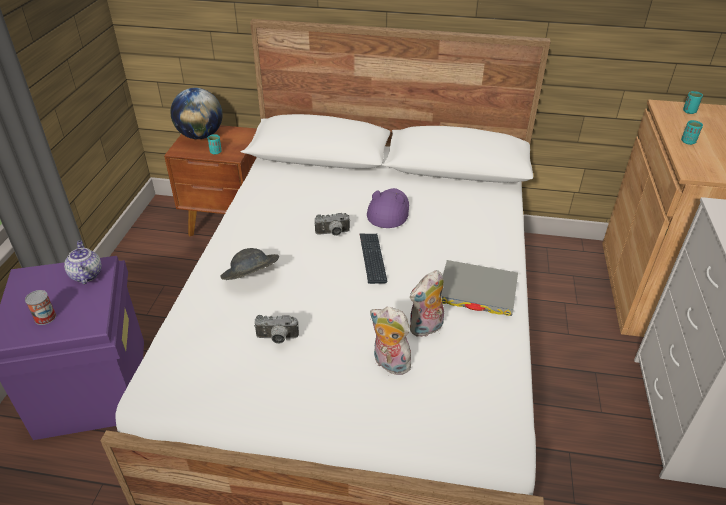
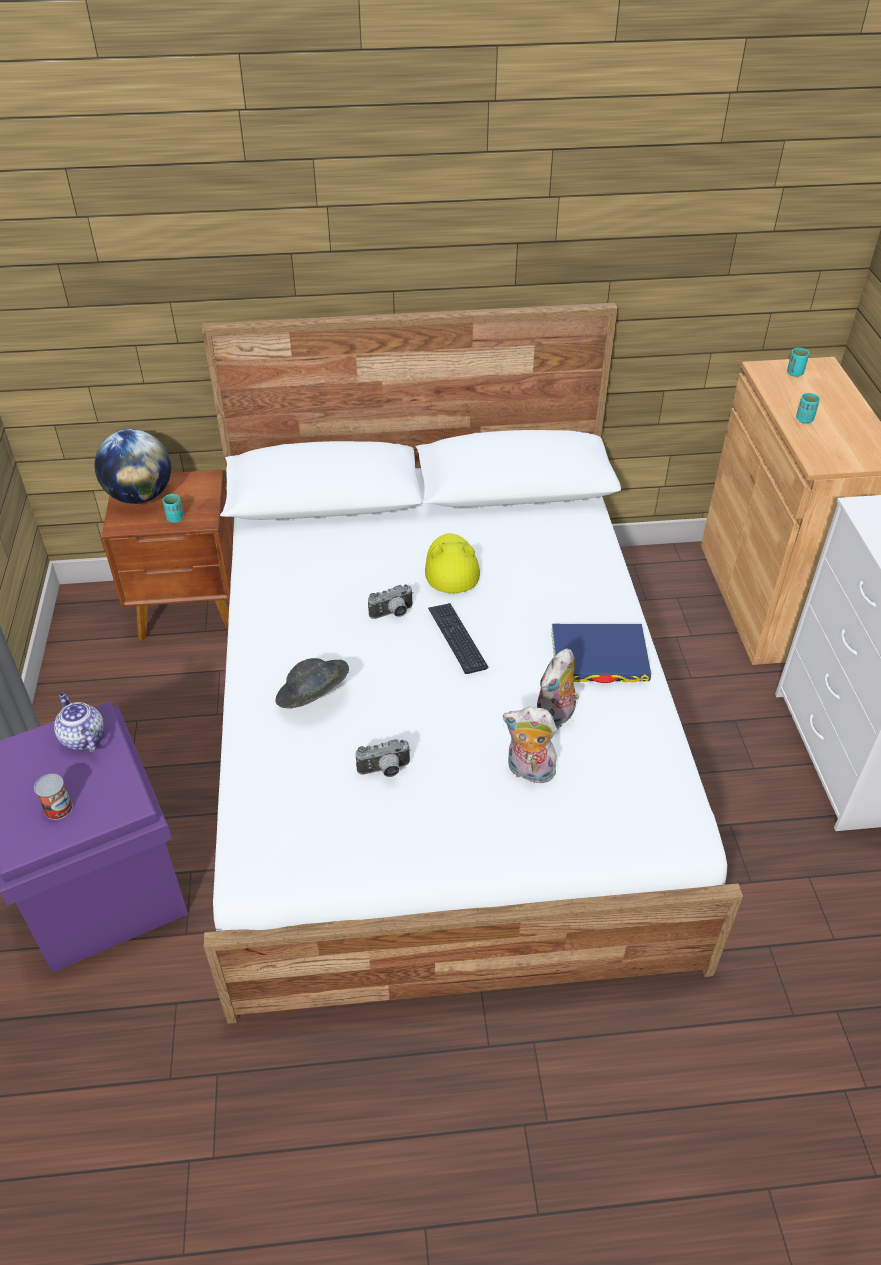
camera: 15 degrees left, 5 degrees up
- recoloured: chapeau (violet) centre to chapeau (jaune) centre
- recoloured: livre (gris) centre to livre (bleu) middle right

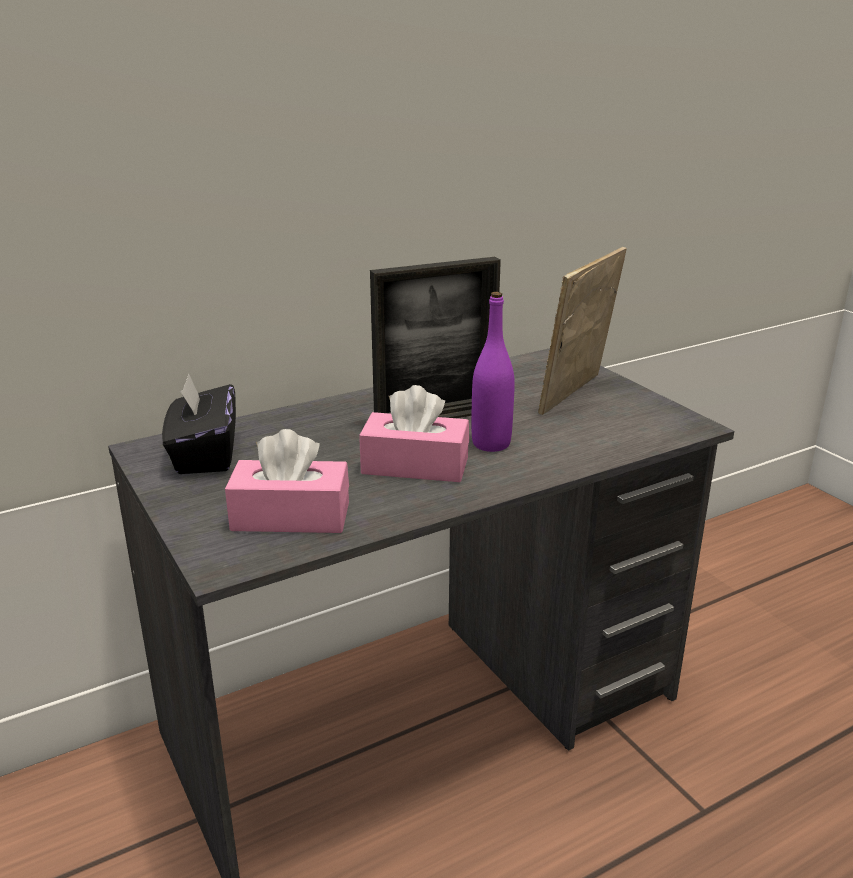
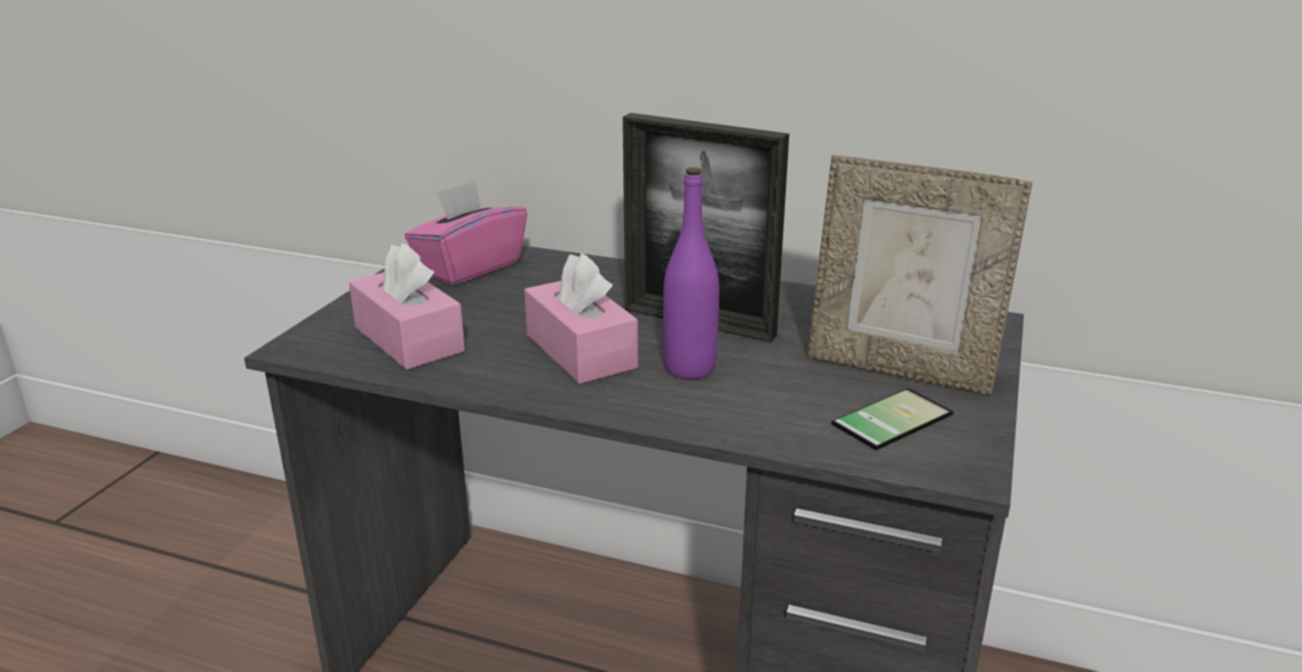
camera: 50 degrees right, 0 degrees up
- added: téléphone middle right
- recoloured: boîte à mouchoirs (noir) middle left to boîte à mouchoirs (rose) (2nd from left) centre
- turned: cadre photo (2nd from left) middle right = middle right 150 degrees counterclockwise

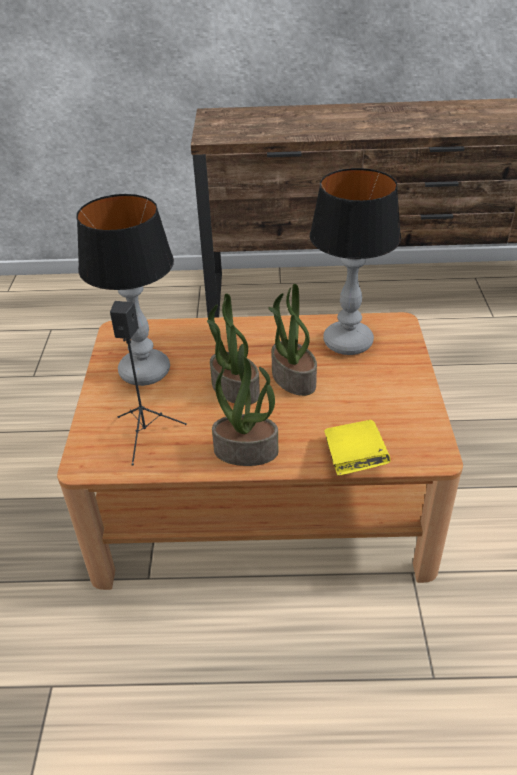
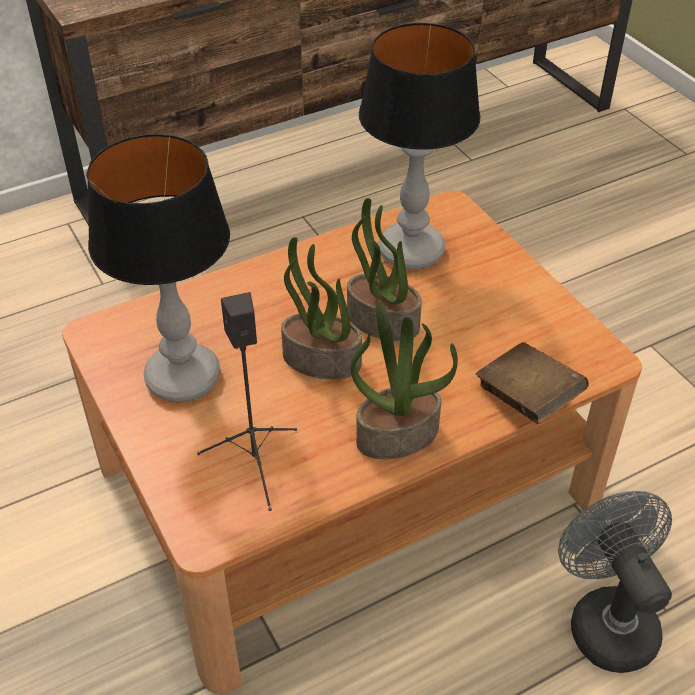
camera: 30 degrees left, 5 degrees up
- added: ventilateur (gris) bottom right
- recoloured: livre (jaune) middle right to livre (marron) middle right

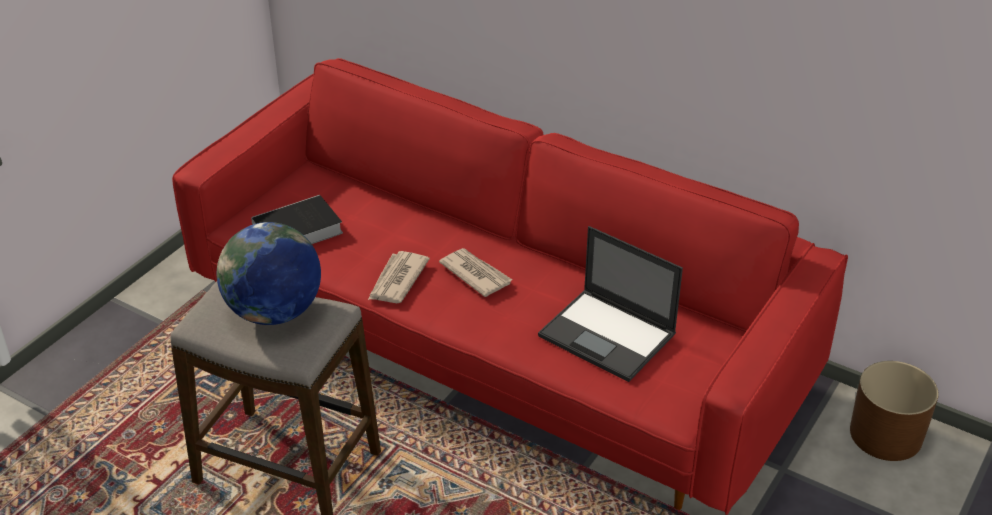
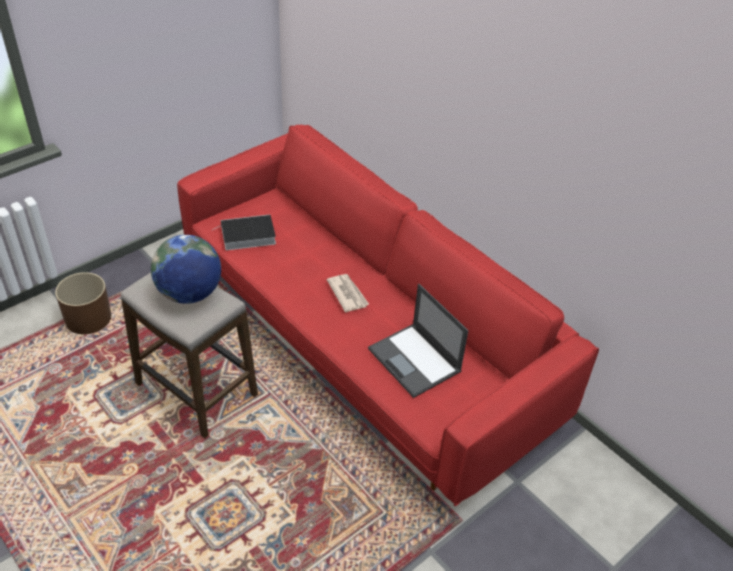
camera: 15 degrees right, 5 degrees up
- removed: journal (1st from left) centre
- moved: cache-pot (marron) bottom right to middle left

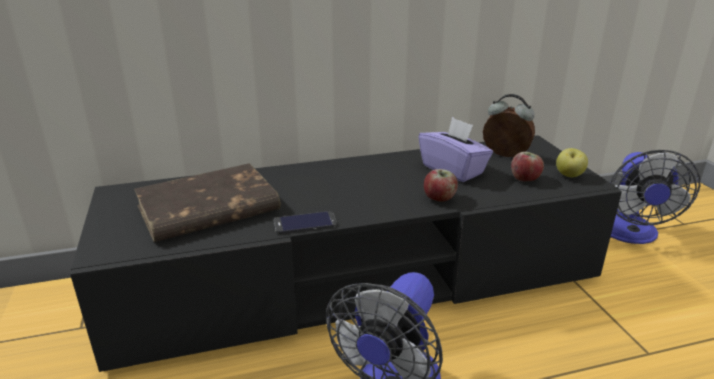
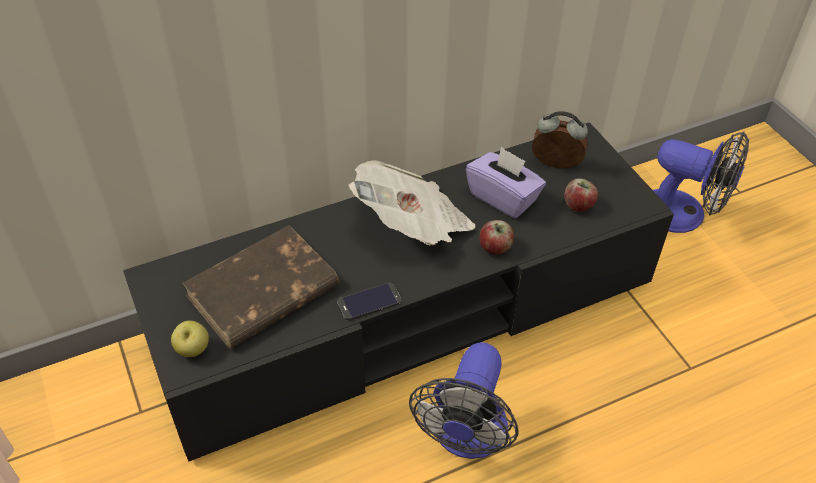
camera: 10 degrees left, 20 degrees up
- added: journal centre
- moved: pomme (3rd from left in the first image) middle right to pomme (1st from left) bottom left
- turned: ventilateur (2nd from left) middle right = middle right 60 degrees counterclockwise

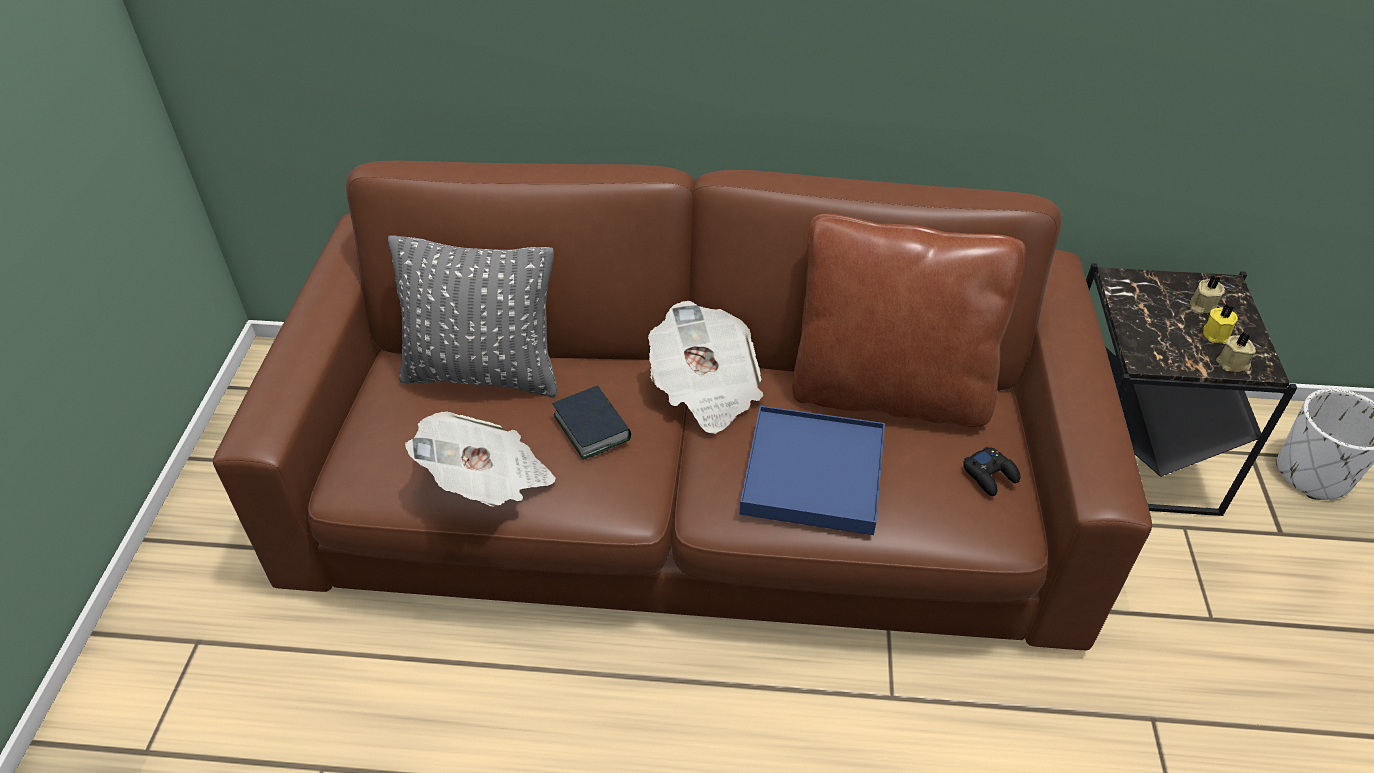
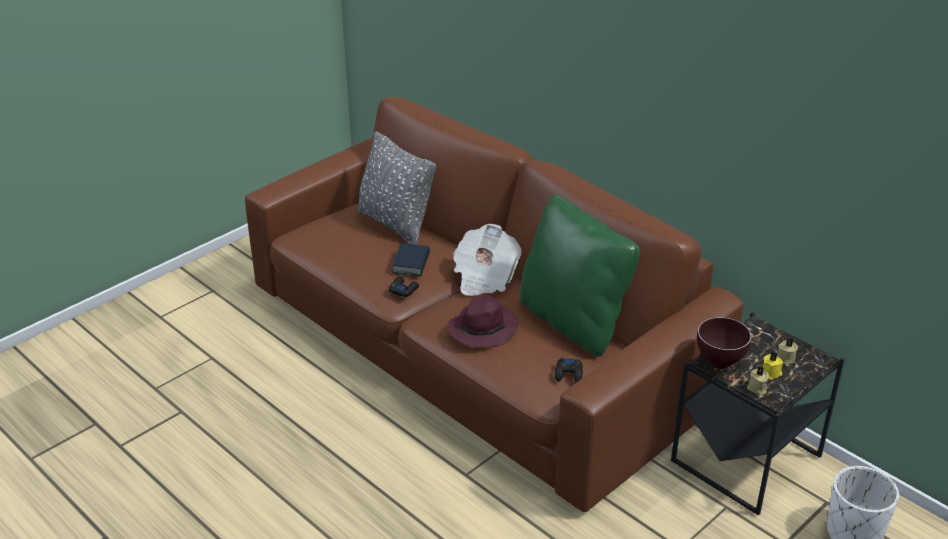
camera: 40 degrees right, 10 degrees down
- removed: journal (1st from left) centre
- added: manette (noir) (1st from left) centre
- added: bol (marron) middle right
- replaced: plateau (bleu) centre to chapeau (violet) centre
- recoloured: coussin (marron) centre to coussin (vert) centre

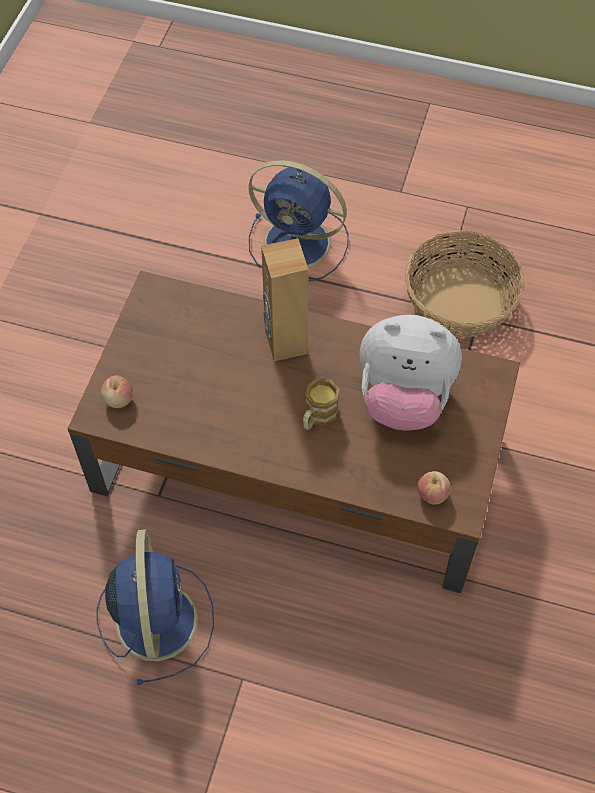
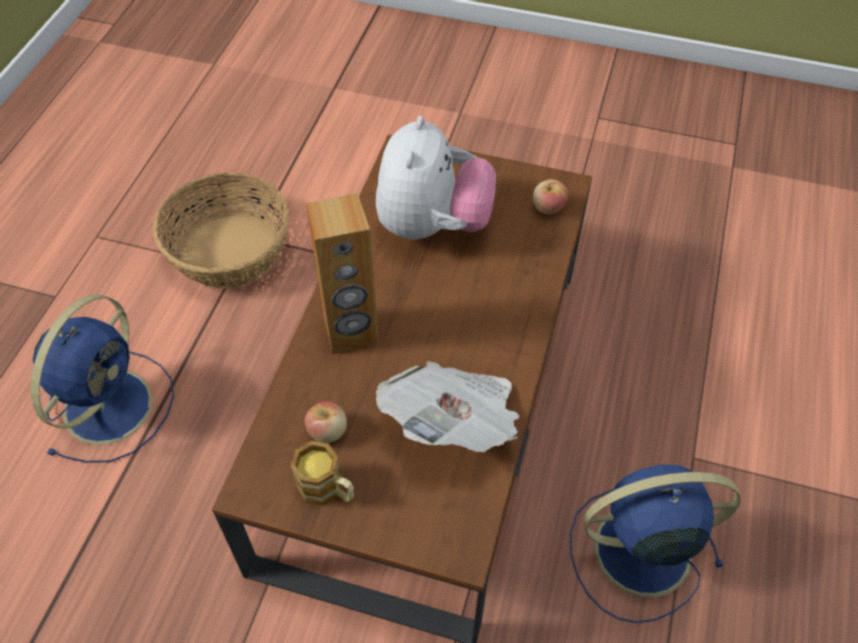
camera: 90 degrees left, 5 degrees down
- added: journal centre
- moved: pomme (1st from left) middle left to centre
- moved: mug centre to bottom centre

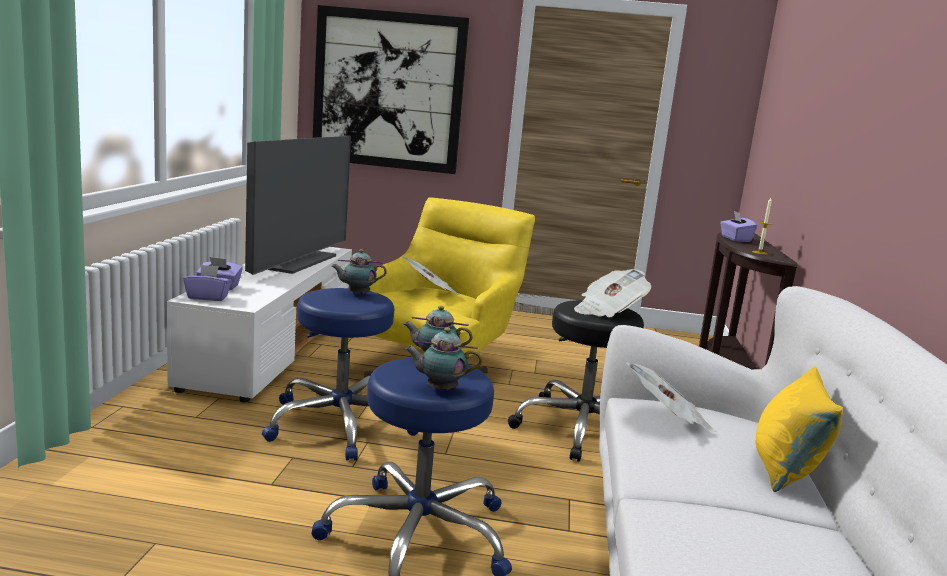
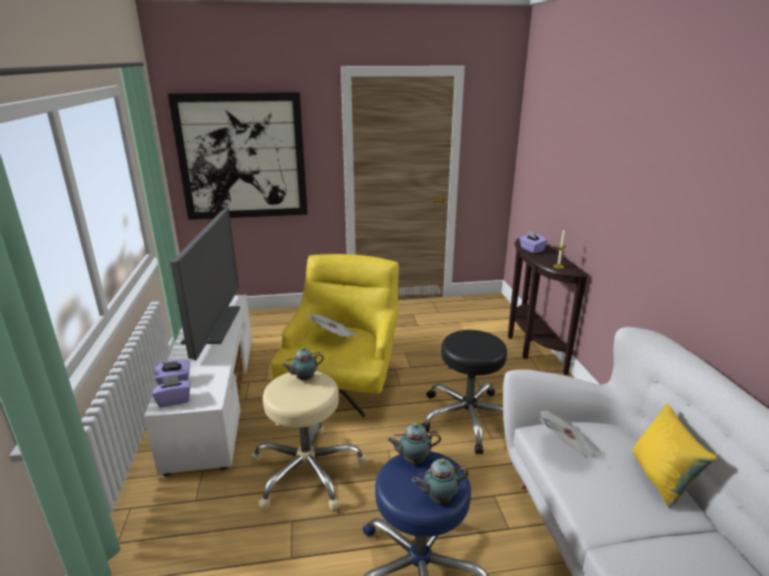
camera: 15 degrees left, 10 degrees up
- removed: journal (2nd from left) centre
- recoloured: tabouret (bleu) (1st from left) centre to tabouret (beige) bottom centre

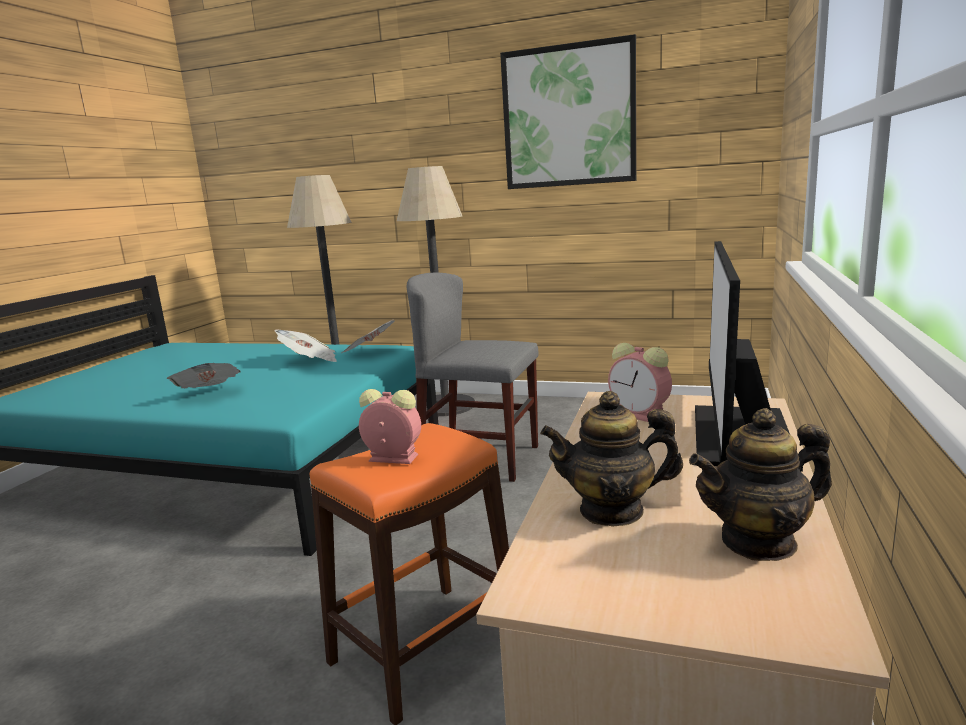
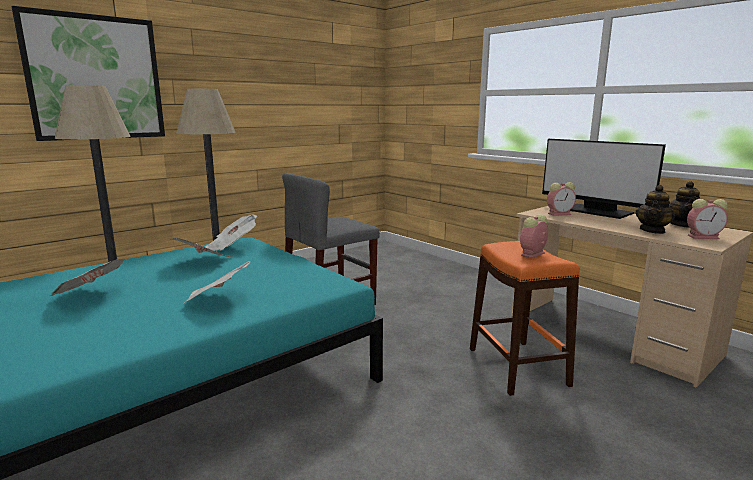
camera: 60 degrees left, 0 degrees up
- added: journal (1st from left) middle left
- added: réveil (3rd from left) middle right
- moved: tableau top centre to top left

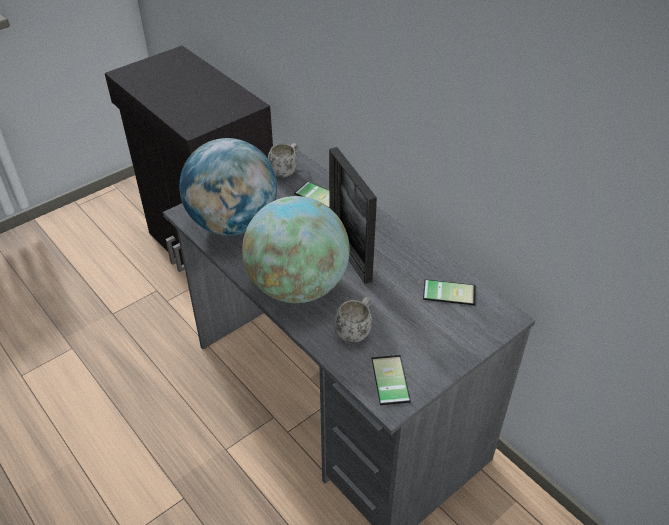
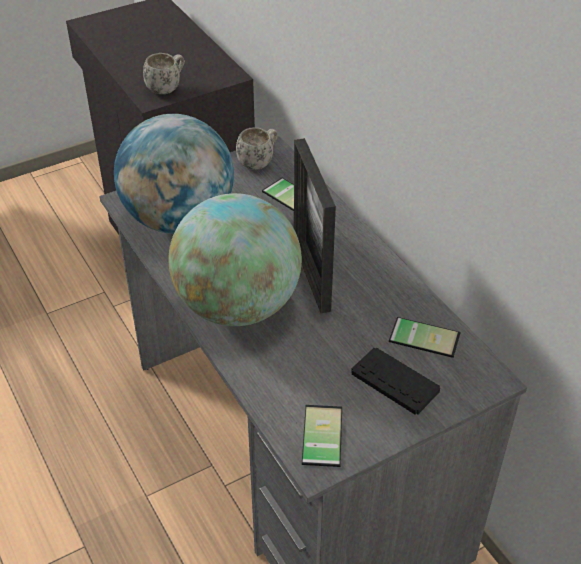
camera: 10 degrees right, 0 degrees up
- added: manette (noir) bottom right
- moved: mug (blanc) (2nd from left in the first image) centre to mug (blanc) (1st from left) top left

